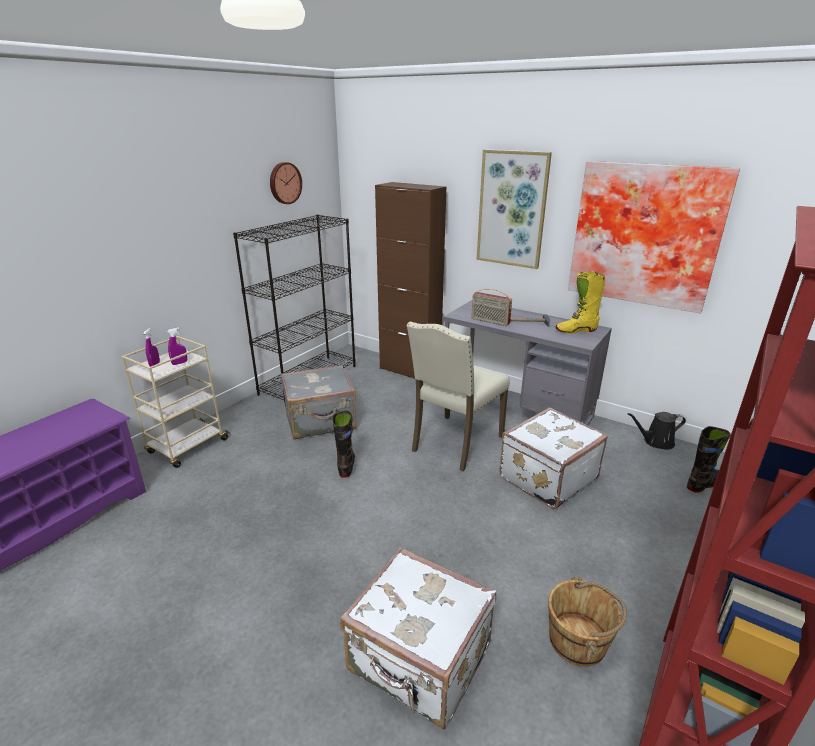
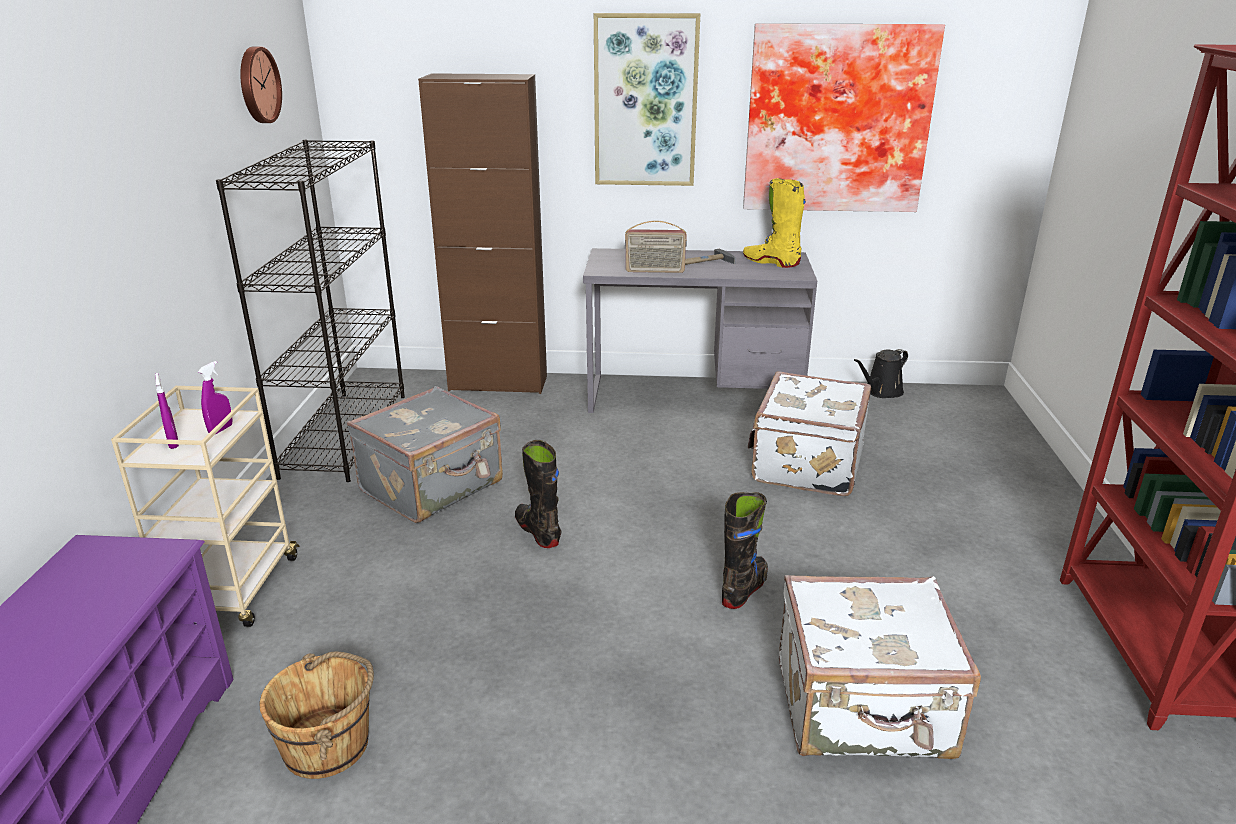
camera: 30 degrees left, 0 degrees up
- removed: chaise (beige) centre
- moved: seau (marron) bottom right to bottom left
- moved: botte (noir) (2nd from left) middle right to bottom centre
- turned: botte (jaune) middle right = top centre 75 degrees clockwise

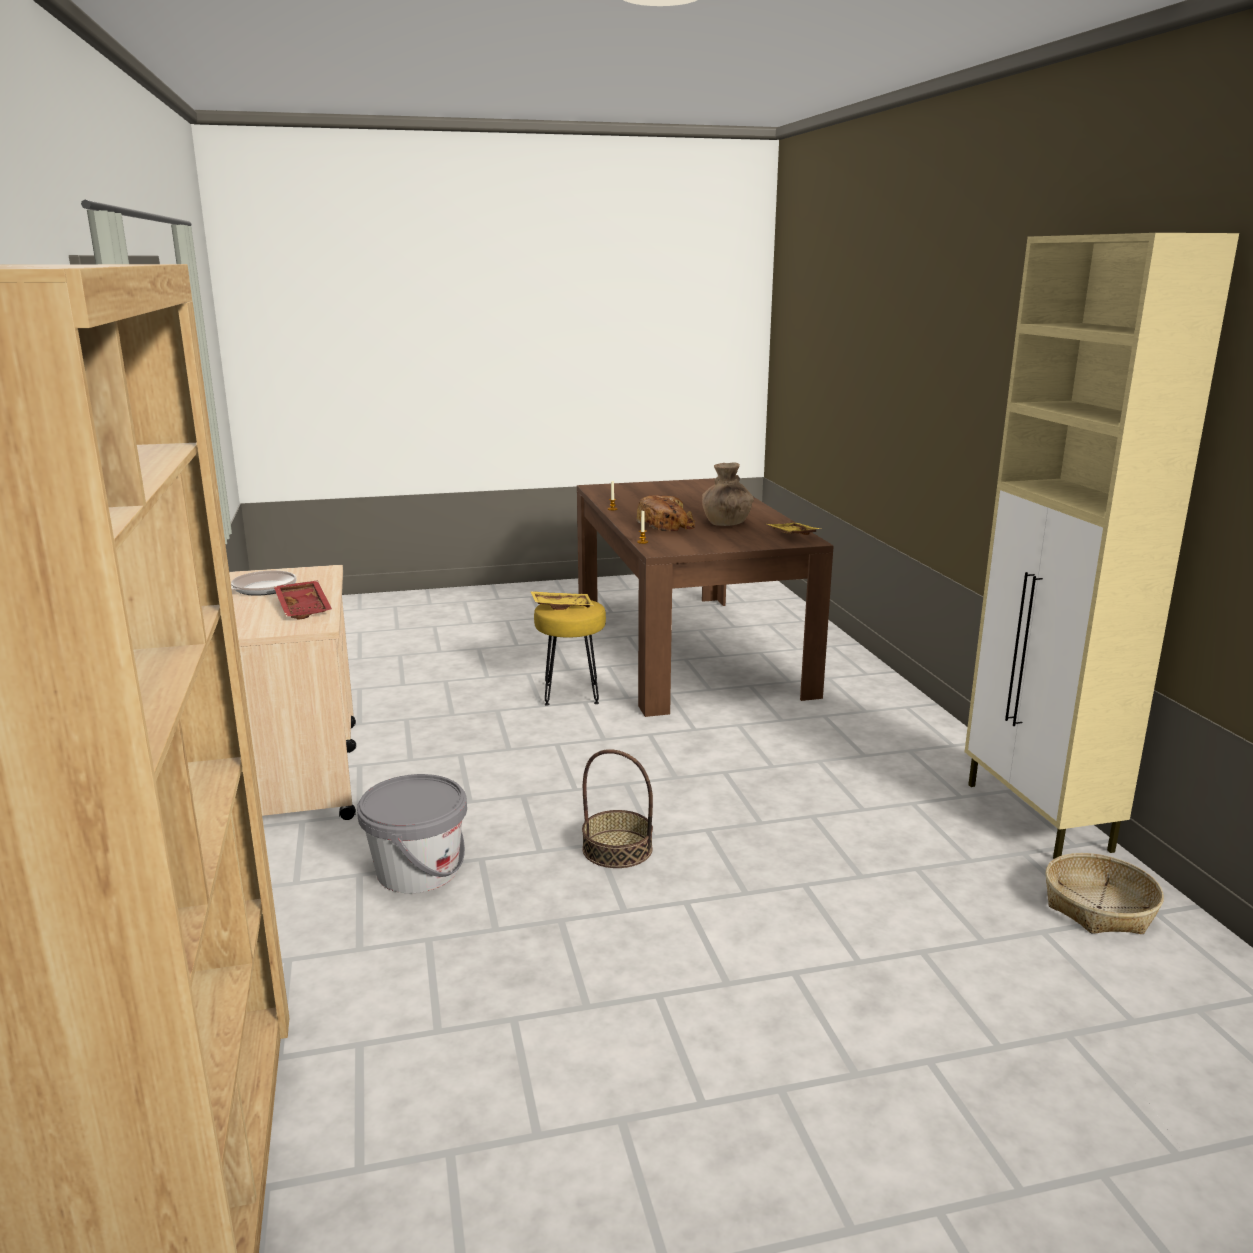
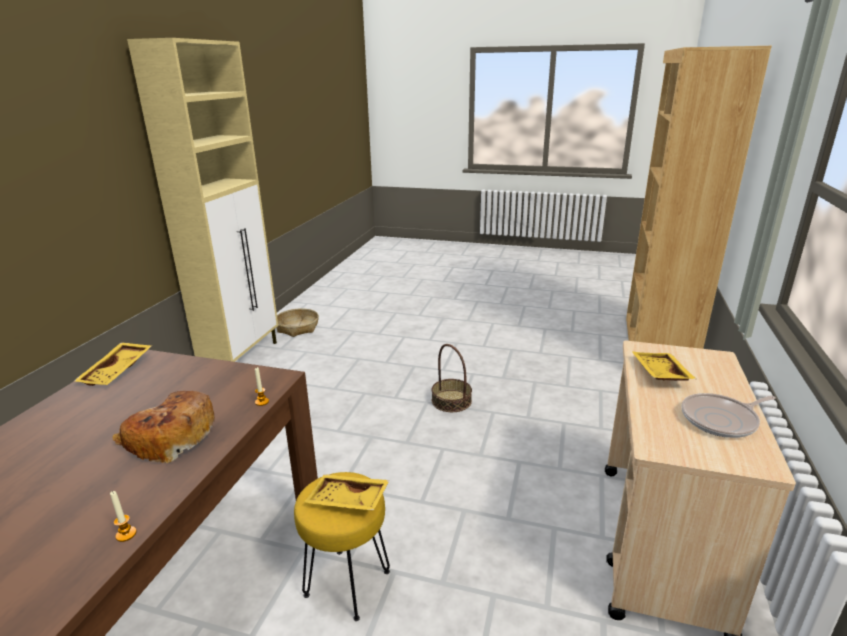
camera: 150 degrees left, 5 degrees up
- removed: seau (gris) middle left
- removed: vase (marron) centre
- recoloured: plateau (rouge) middle left to plateau (jaune) (3rd from left) middle right

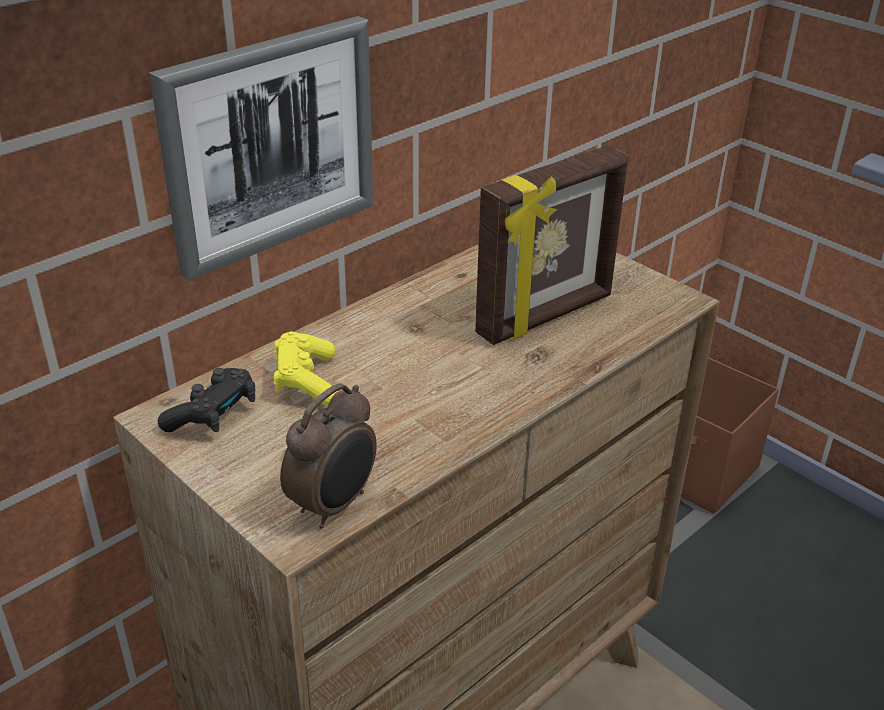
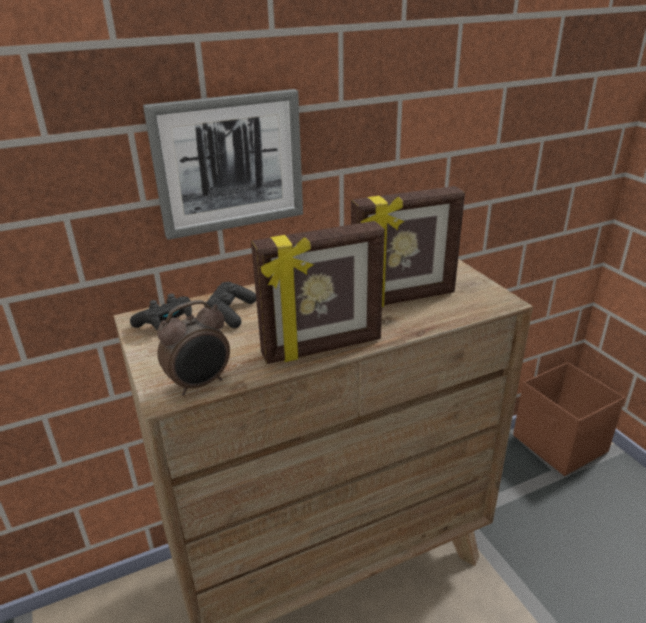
camera: 20 degrees right, 5 degrees down
- added: cadre photo (1st from left) centre
- recoloured: manette (jaune) centre to manette (noir) (2nd from left) centre

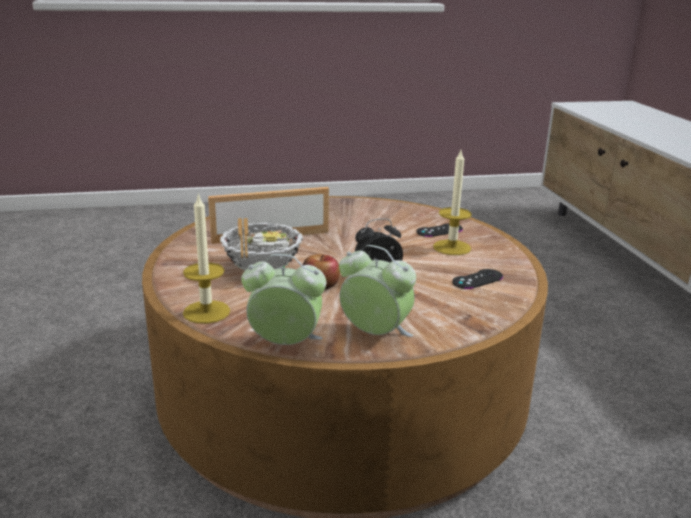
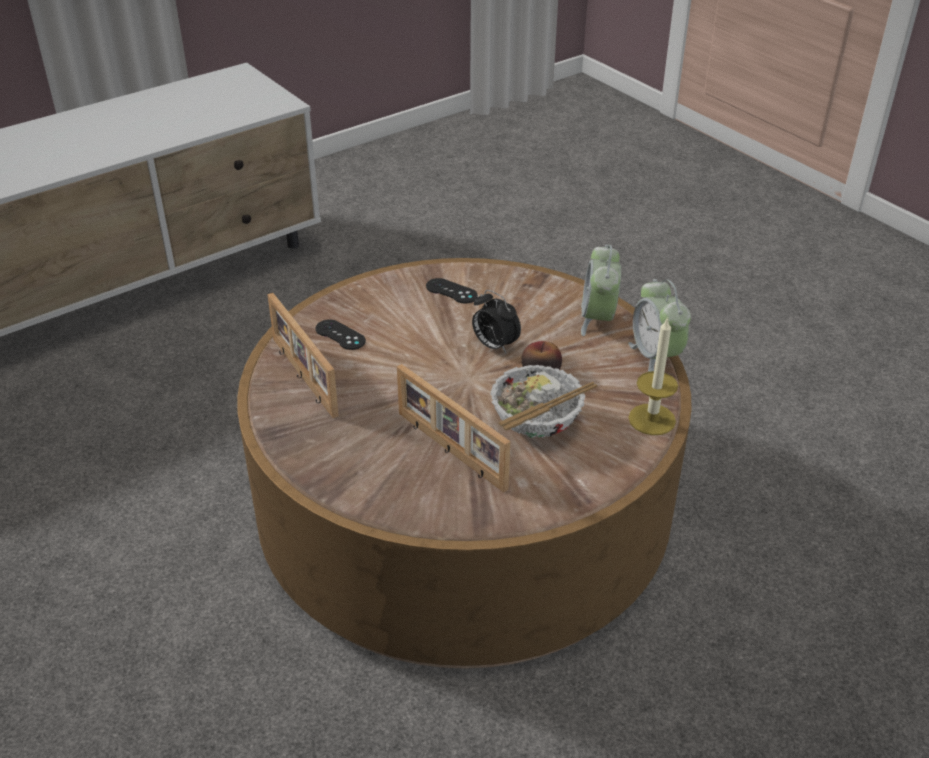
camera: 115 degrees left, 15 degrees up
- removed: bougie (2nd from left) centre
- added: cadre photo (1st from left) middle left

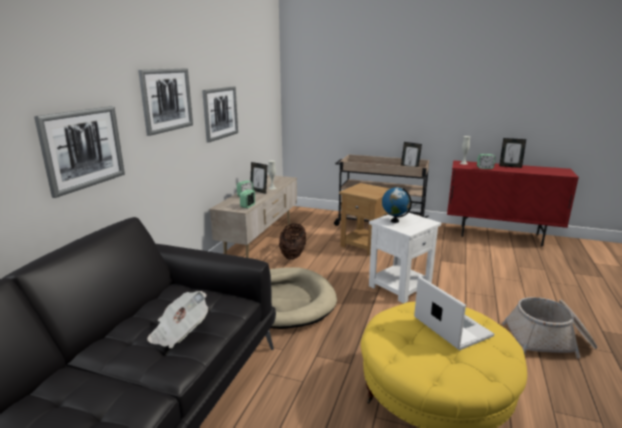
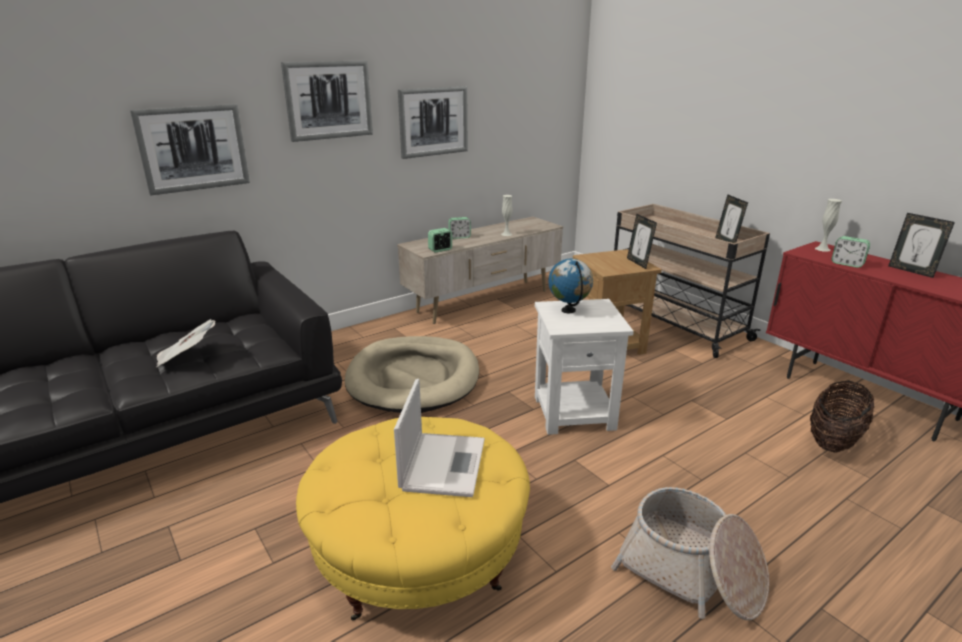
camera: 35 degrees right, 5 degrees up
- moved: cadre photo (1st from left) centre to middle right
- moved: panier (1st from left in the first image) centre to panier (2nd from left) middle right

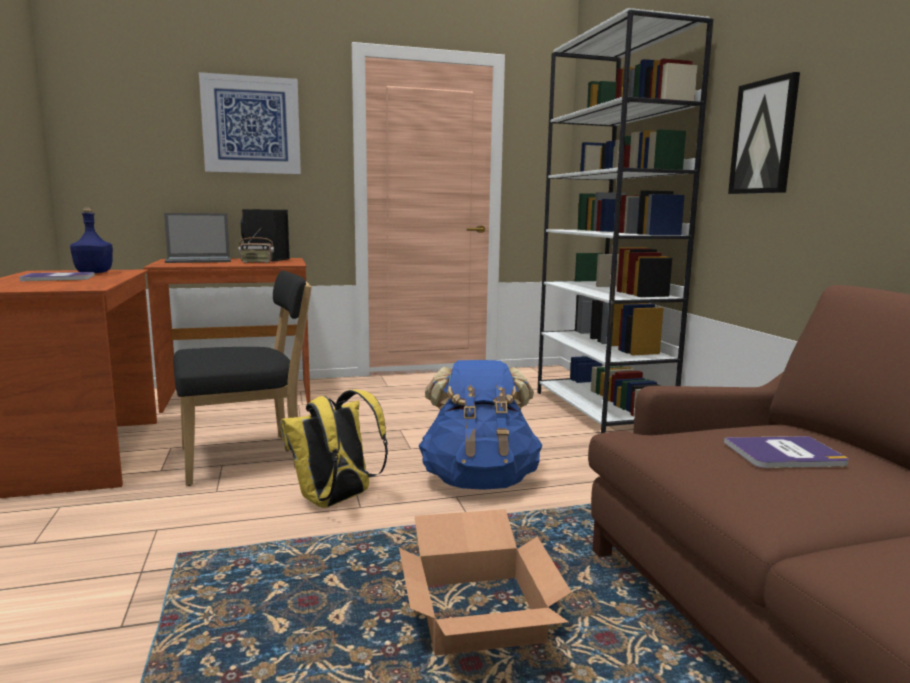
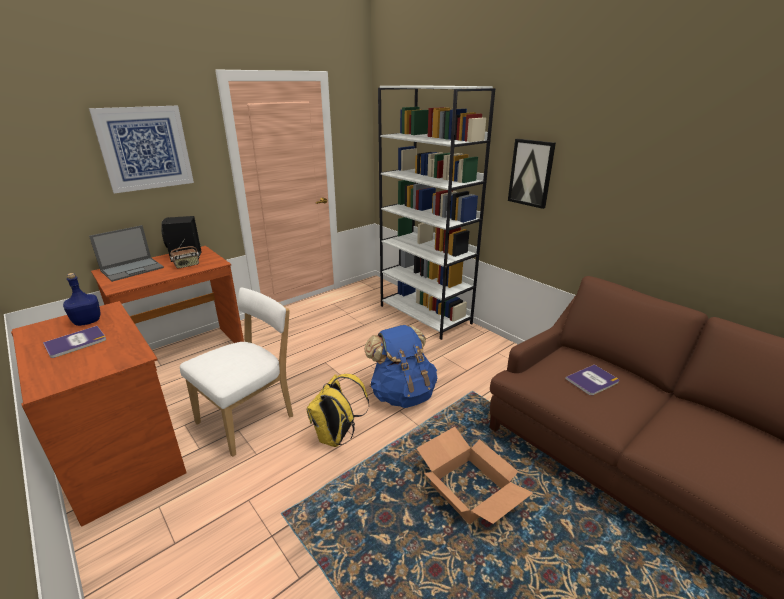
camera: 25 degrees left, 15 degrees up
- recoloured: chaise (noir) middle left to chaise (blanc) middle left

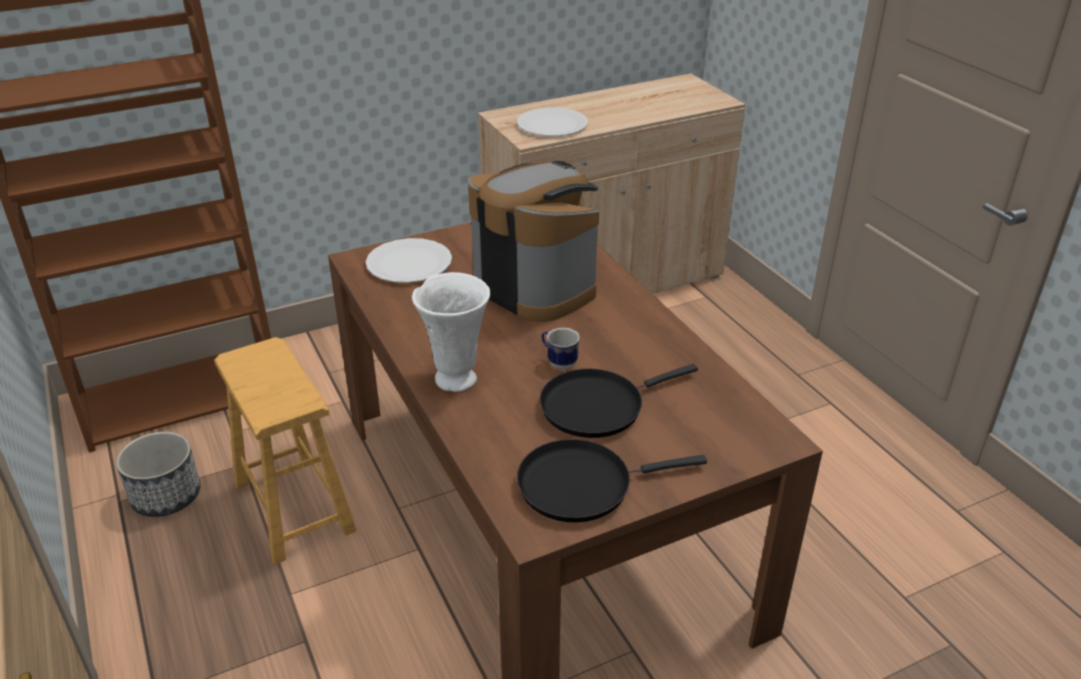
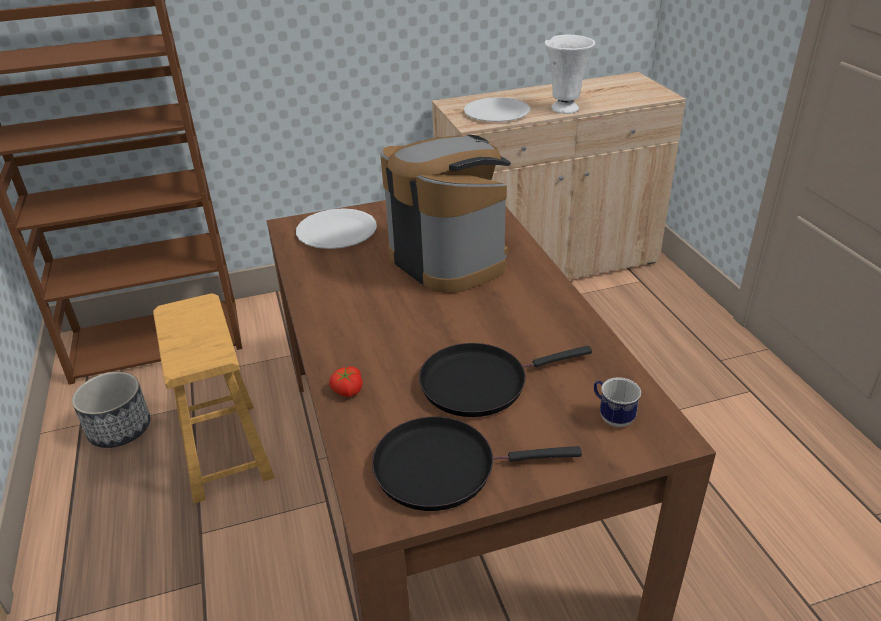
camera: 10 degrees right, 0 degrees up
- added: tomate centre
- moved: vase (blanc) centre to top centre
- moved: mug centre to middle right

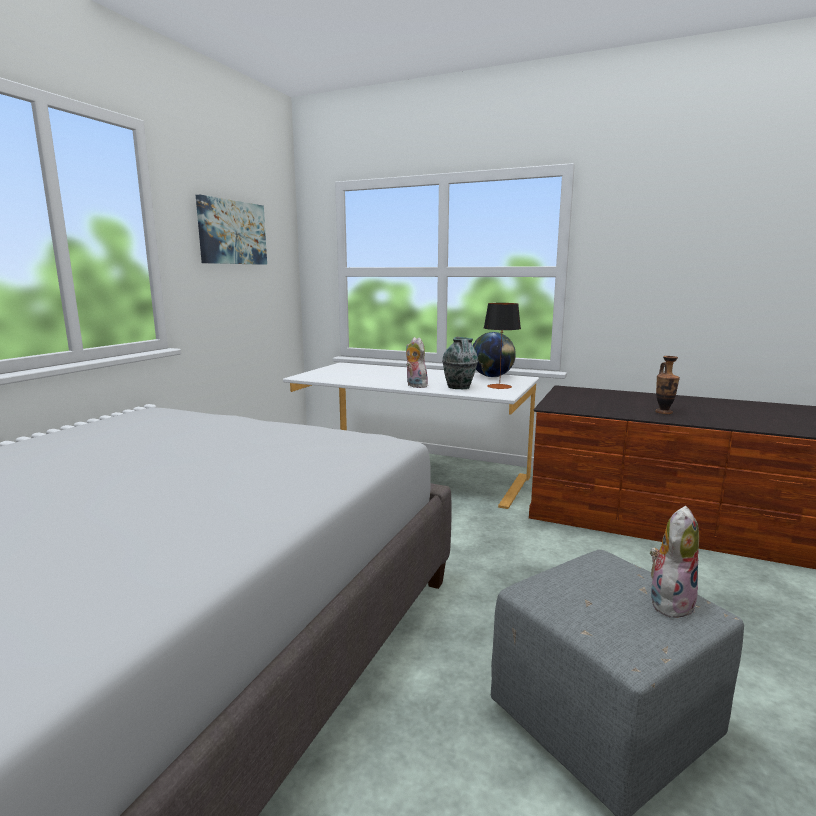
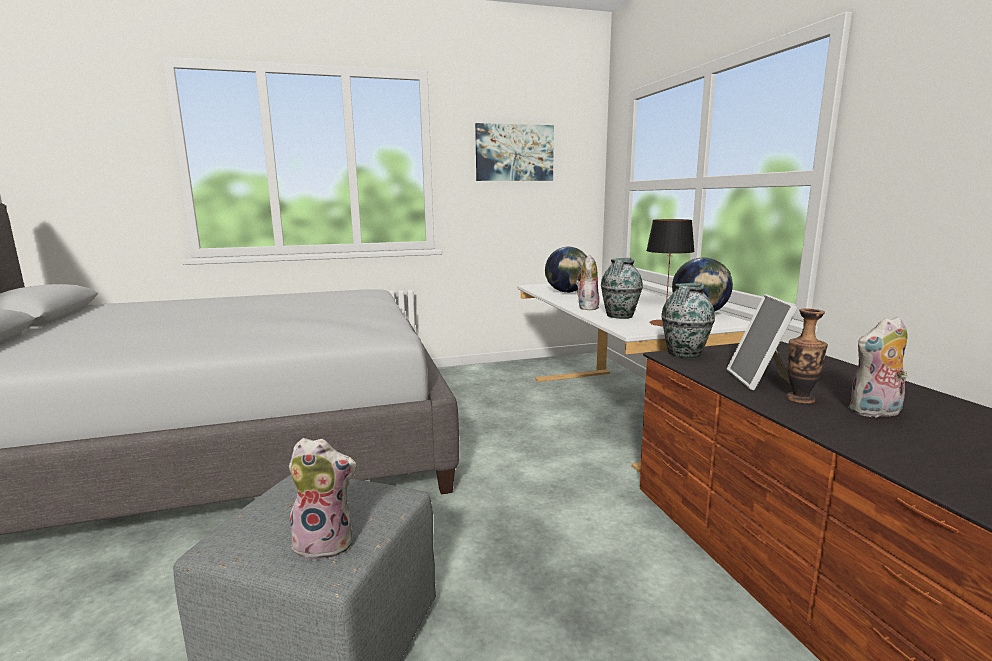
camera: 50 degrees right, 0 degrees up
- added: globe (1st from left) centre
- added: vase (2nd from left) middle right
- added: cadre photo middle right
- added: peluche (3rd from left) middle right

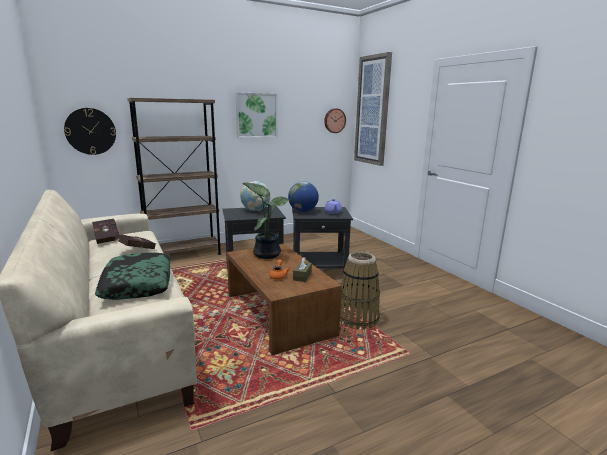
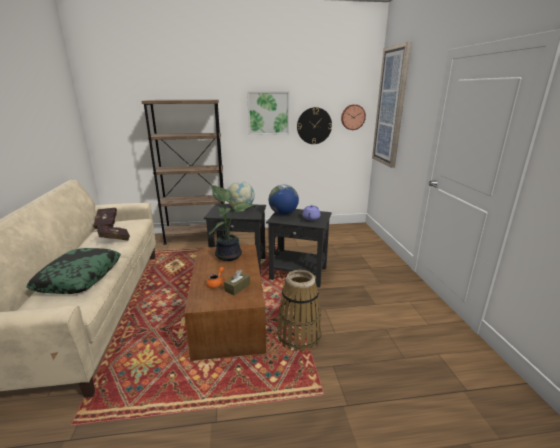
camera: 20 degrees right, 5 degrees up
- moved: horloge murale (1st from left) top left to top centre

